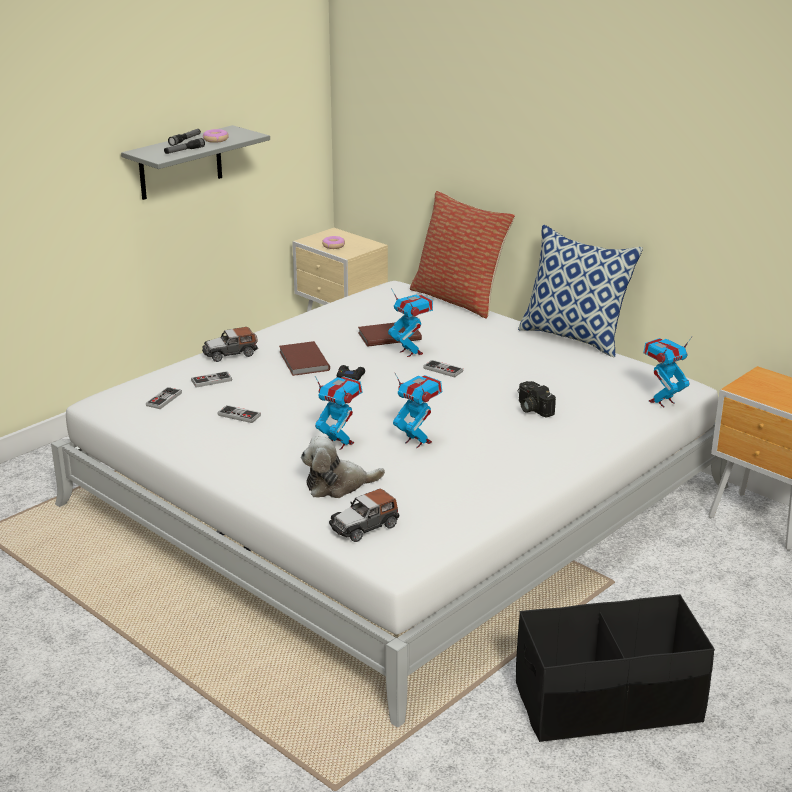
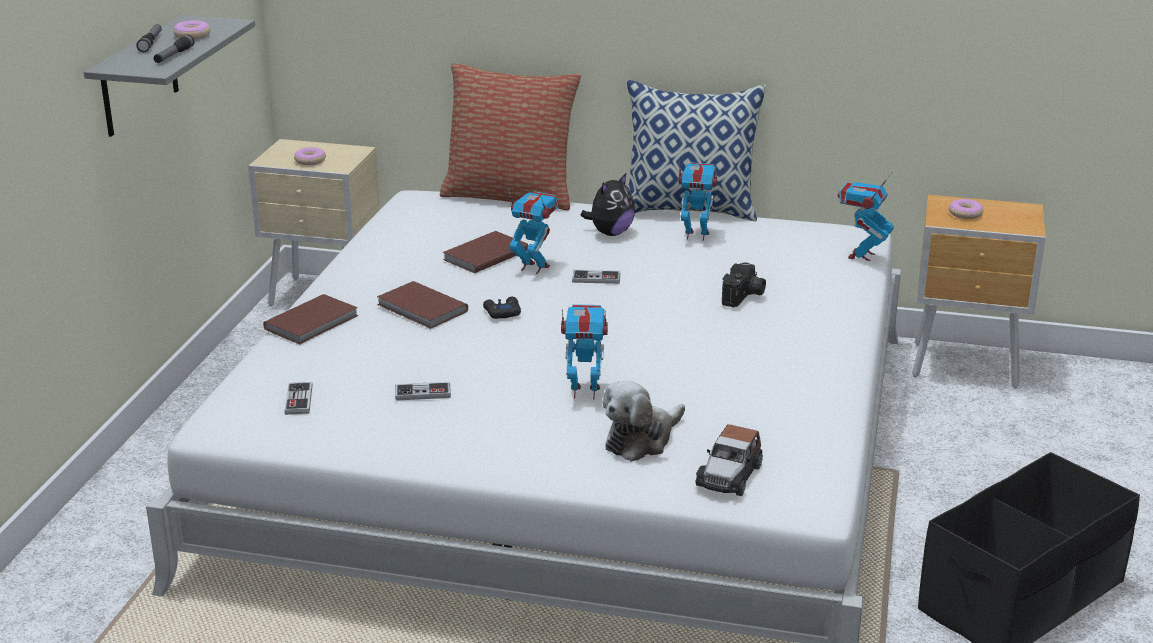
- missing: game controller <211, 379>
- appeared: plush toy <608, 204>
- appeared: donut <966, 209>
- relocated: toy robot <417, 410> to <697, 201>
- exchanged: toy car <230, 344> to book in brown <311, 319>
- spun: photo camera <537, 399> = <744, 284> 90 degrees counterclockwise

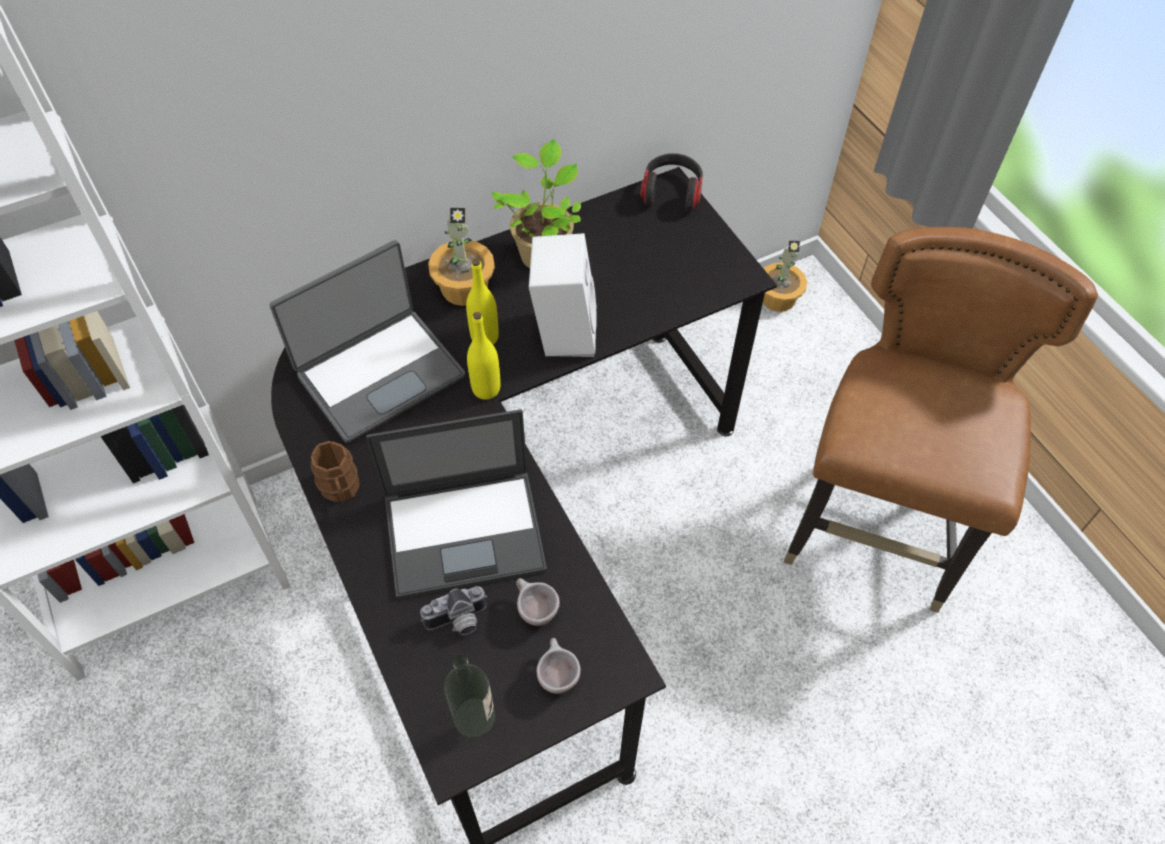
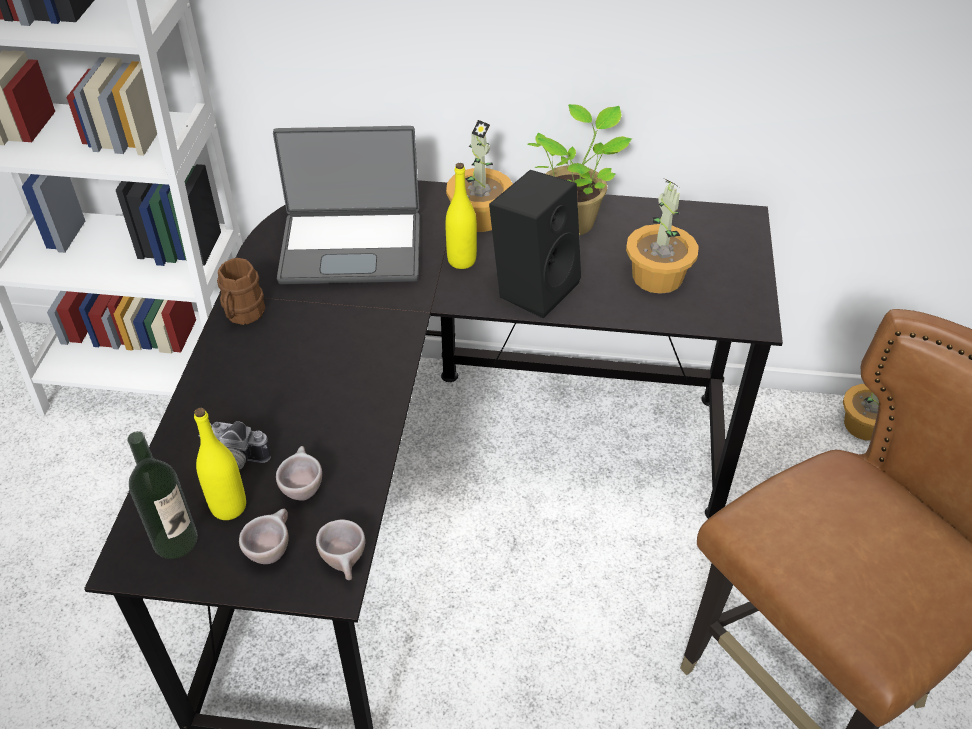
- missing: laptop <456, 504>
- missing: headphones <671, 182>
- appeared: cup in beige <340, 549>
- appeared: potted plant <662, 235>
- relocated: bottle in yellow <484, 356> to <220, 464>
- colour: speaker in white <563, 295> to speaker in black <535, 244>

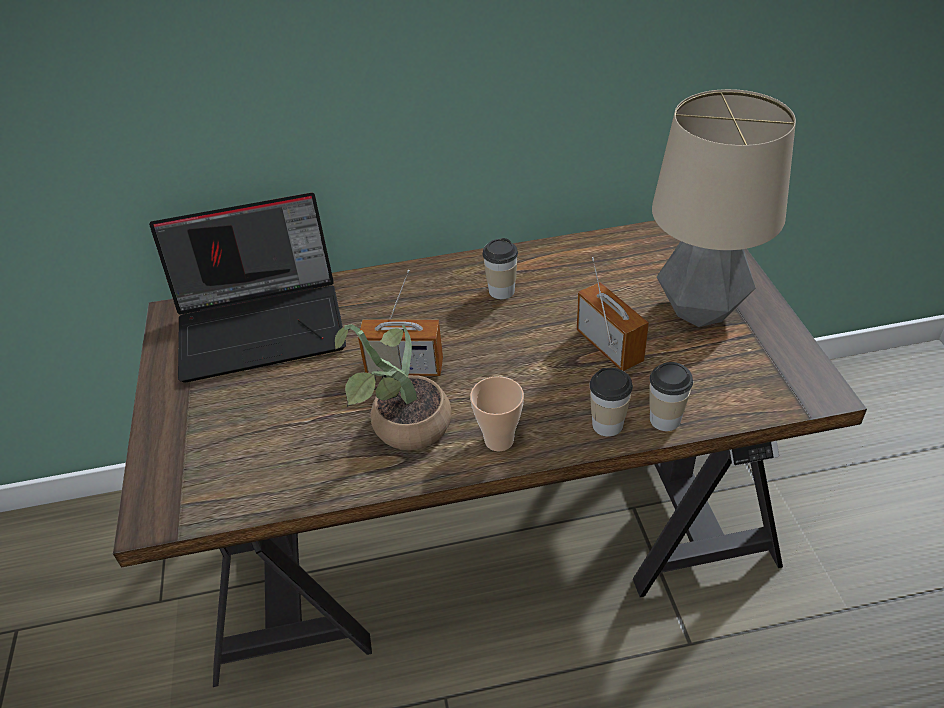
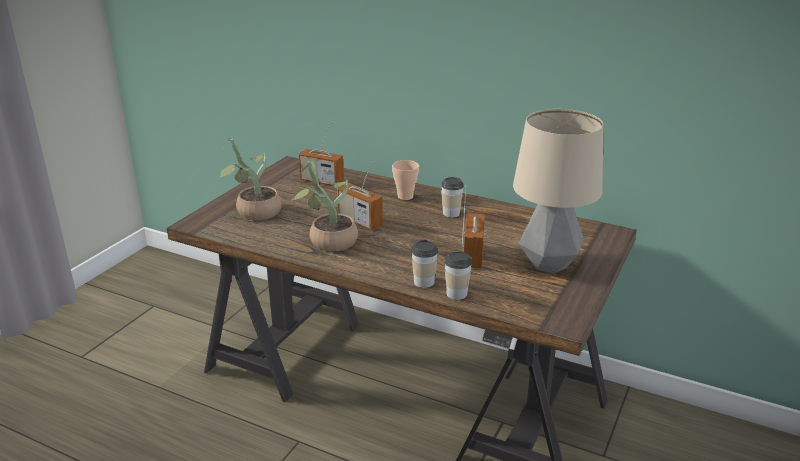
- appeared: potted plant <250, 179>
- relocated: cup <497, 413> to <405, 180>
- exchanged: laptop <247, 288> to radio <321, 154>

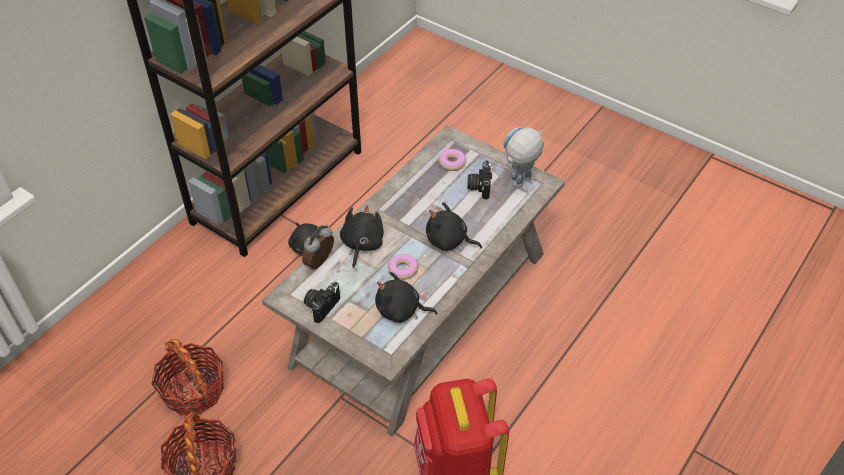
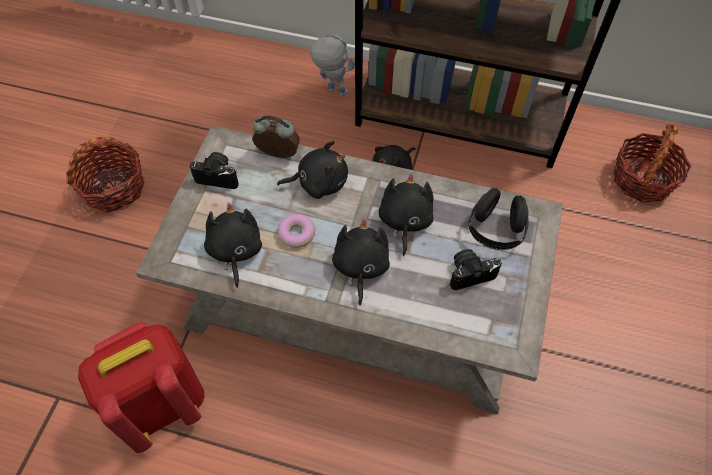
- appeared: plush toy in black <406, 215>
- relocated: basket <187, 377> to <652, 163>
- relocated: toy robot <523, 157> to <332, 65>
- exchanged: donut <452, 160> to headphones in black <498, 219>

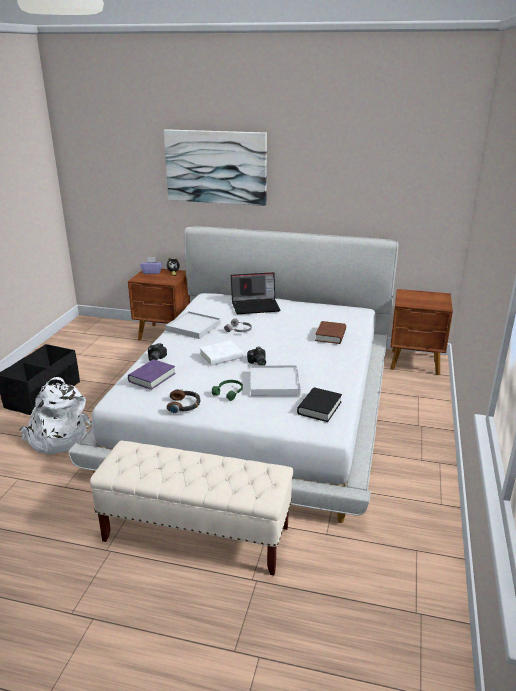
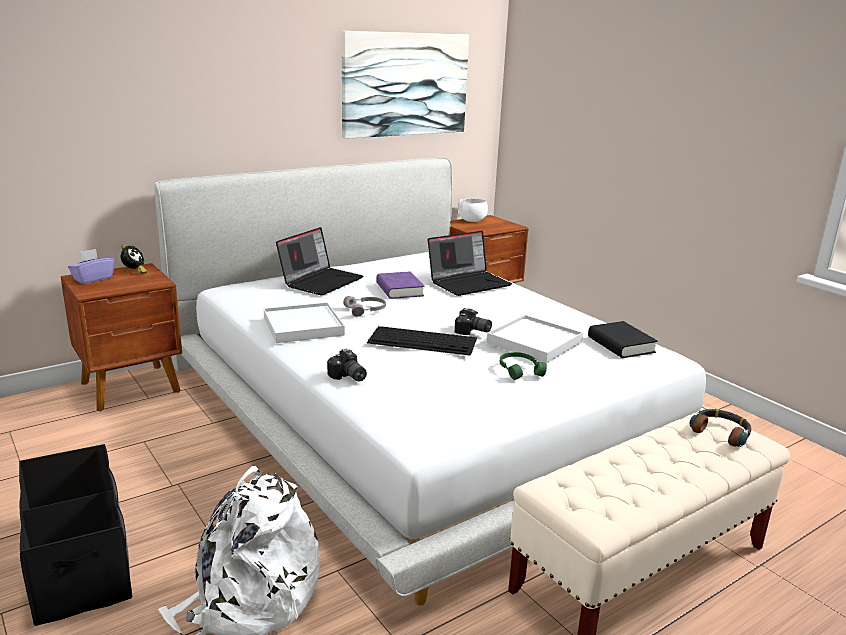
- appeared: bowl in white <473, 210>
- relocated: book in purple <152, 374> to <400, 285>
- relocated: picture <215, 167> to <405, 85>
- relocated: headphones <184, 401> to <720, 428>
- exchanged: book in white <221, 353> to keyboard <422, 341>
- exchanged: book in brown <330, 332> to laptop <470, 263>

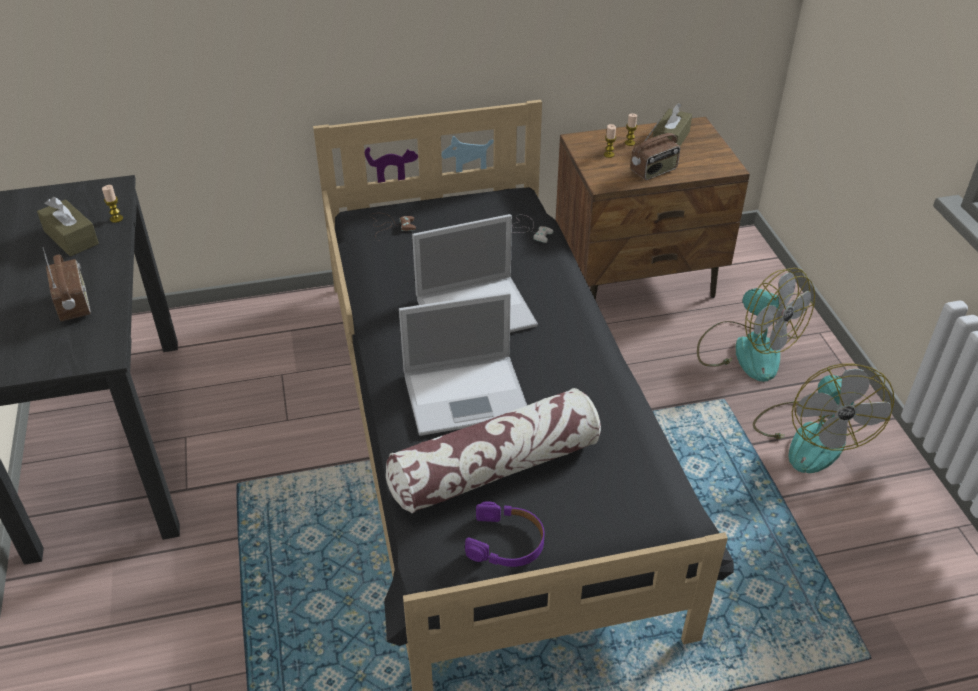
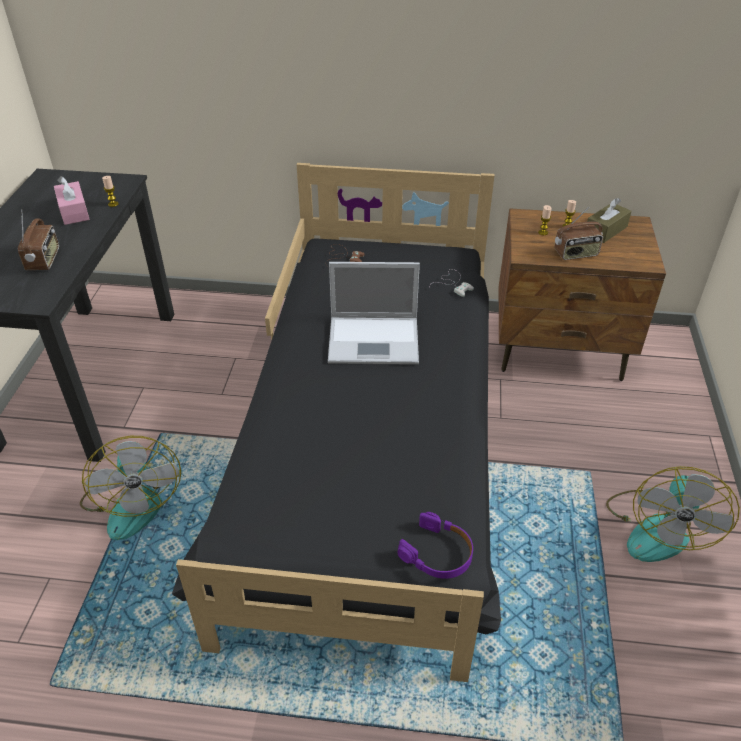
- missing: pillow <493, 450>
- missing: laptop <463, 364>
- relocated: headphones in purple <504, 534> to <435, 545>
- relocated: fan <756, 325> to <130, 488>
- colour: tissue box in brown <68, 226> to tissue box in pink <72, 200>

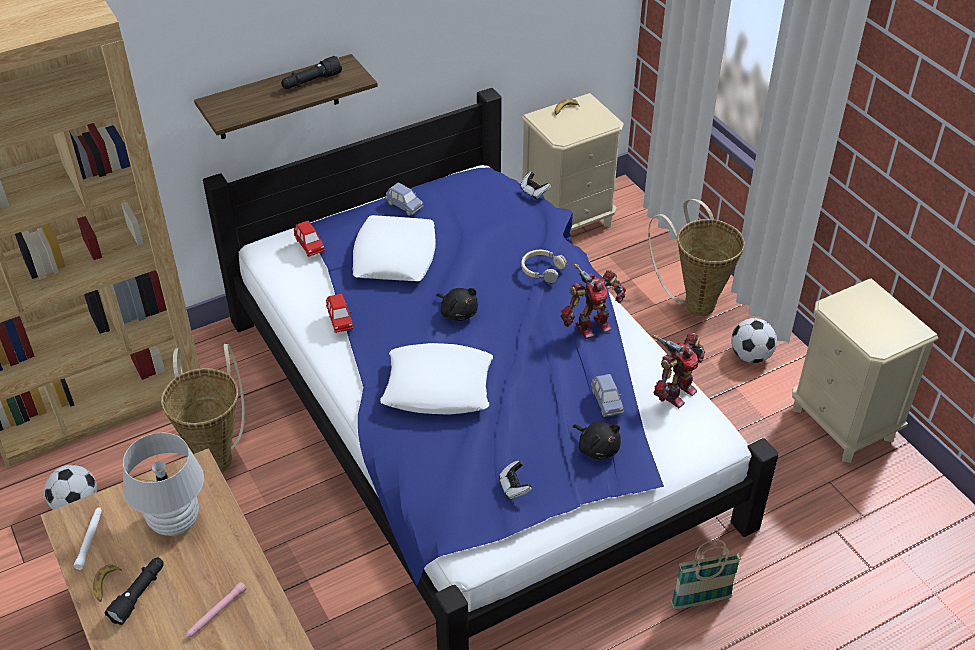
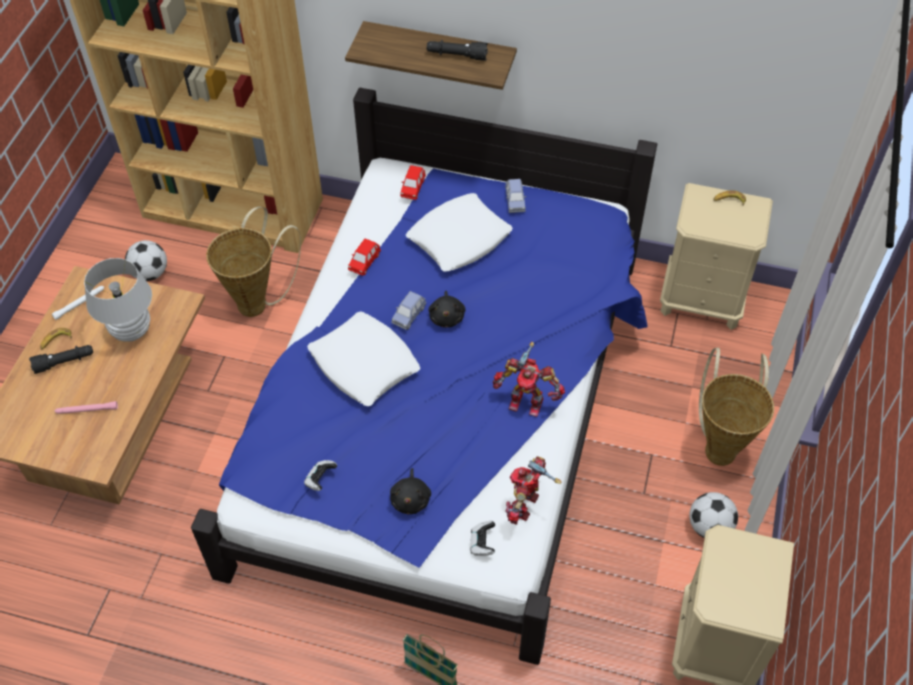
- missing: headphones in beige <544, 266>
- relocated: game controller <535, 186> to <482, 538>
- relocated: toy car in blue <607, 395> to <408, 310>
- spun: toy robot <679, 370> = <533, 490> 120 degrees clockwise

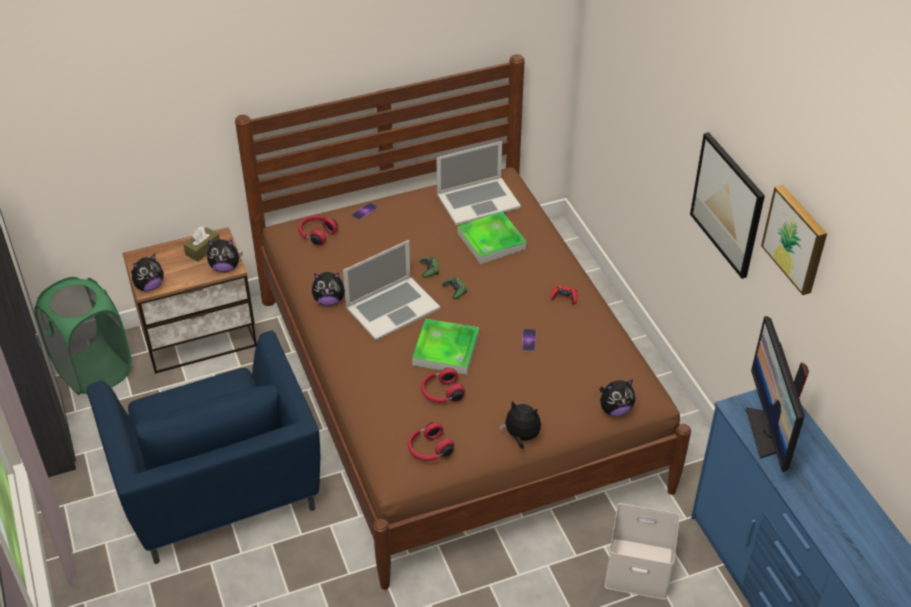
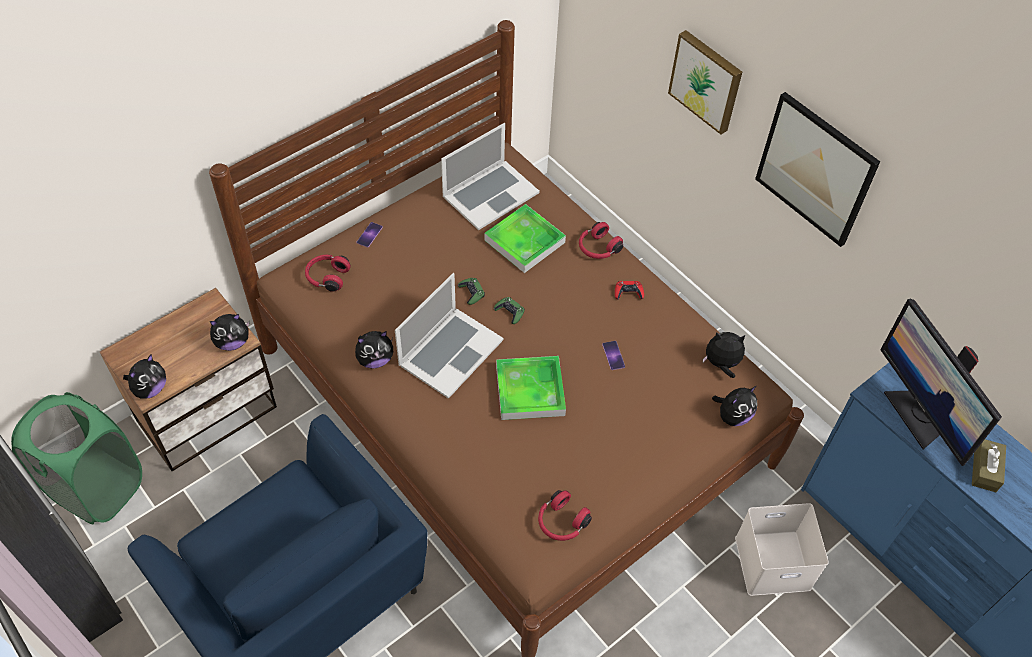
- relocated: tissue box in brown <201, 244> to <989, 465>
- relocated: headphones in red <443, 385> to <601, 240>
- relocated: plush toy <520, 425> to <724, 355>
- relocated: picture <794, 240> to <705, 82>

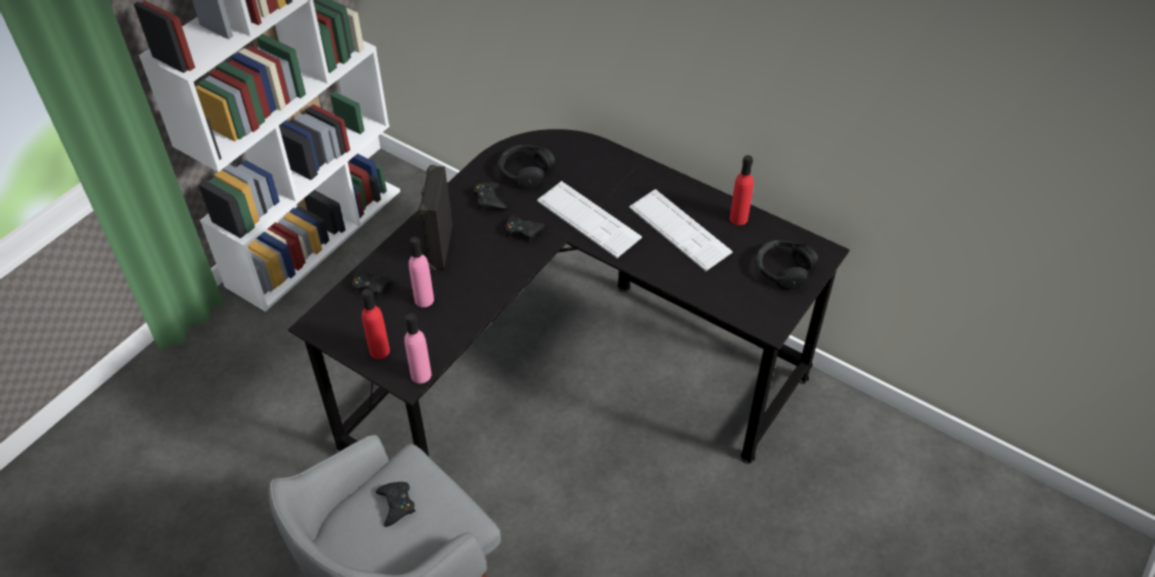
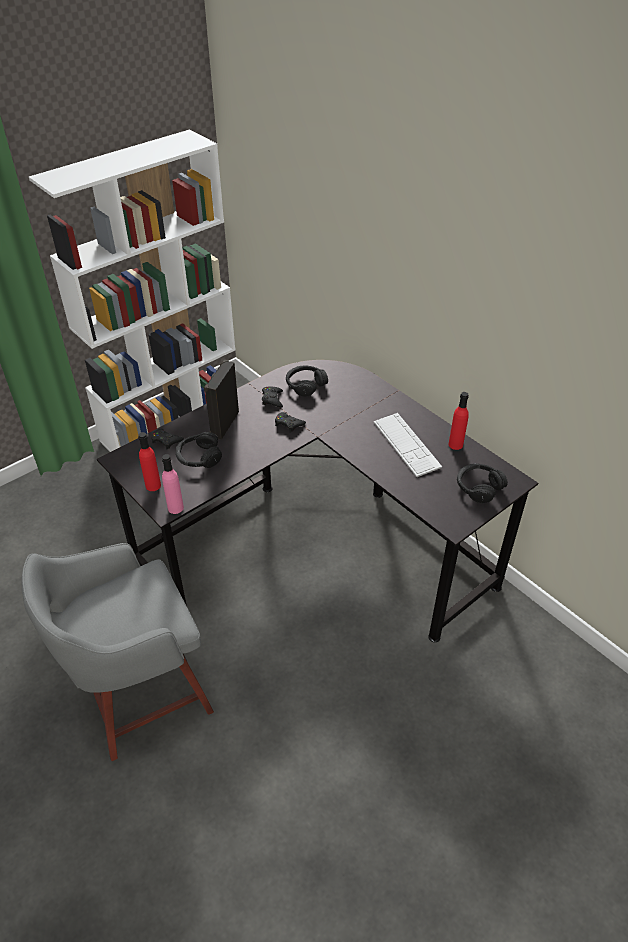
- missing: game controller in black <395, 504>
- missing: keyboard <589, 219>
- exchanged: bottle in pink <421, 272> to headphones in black <199, 450>

